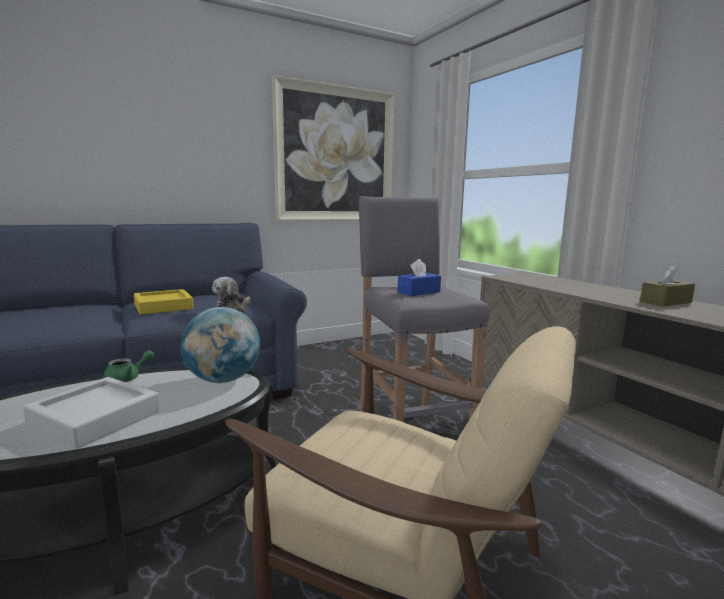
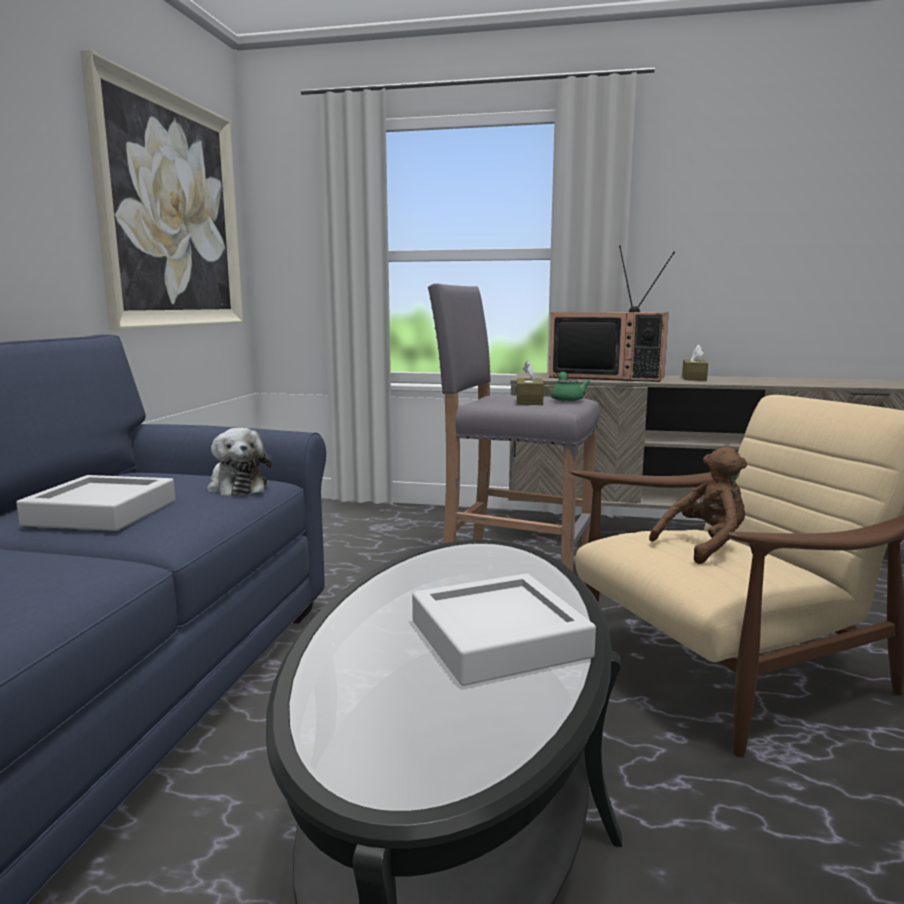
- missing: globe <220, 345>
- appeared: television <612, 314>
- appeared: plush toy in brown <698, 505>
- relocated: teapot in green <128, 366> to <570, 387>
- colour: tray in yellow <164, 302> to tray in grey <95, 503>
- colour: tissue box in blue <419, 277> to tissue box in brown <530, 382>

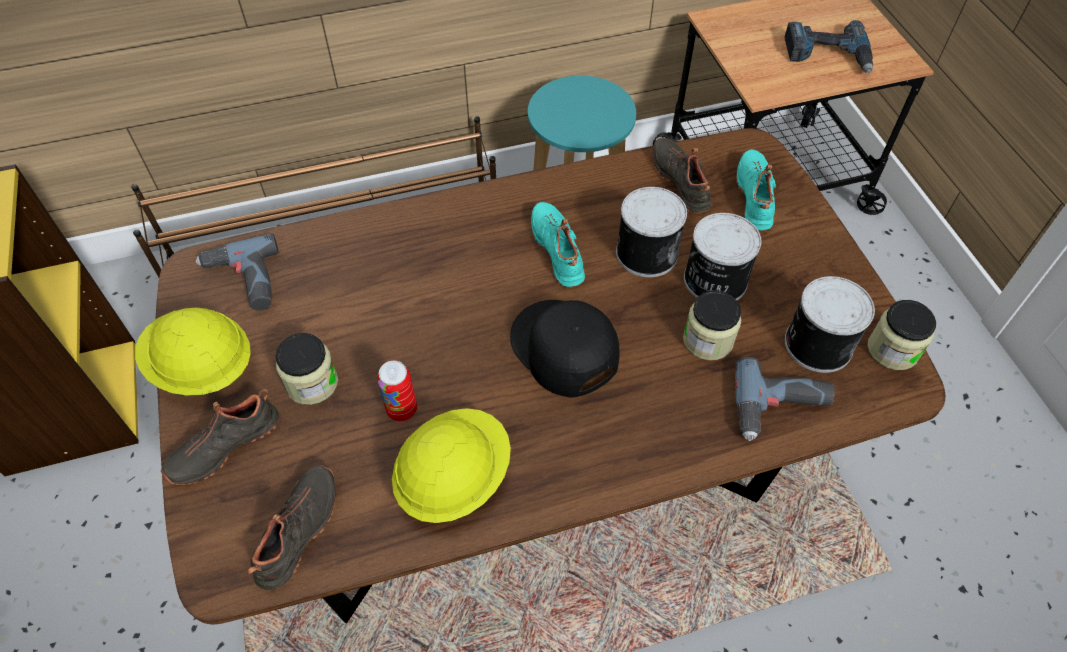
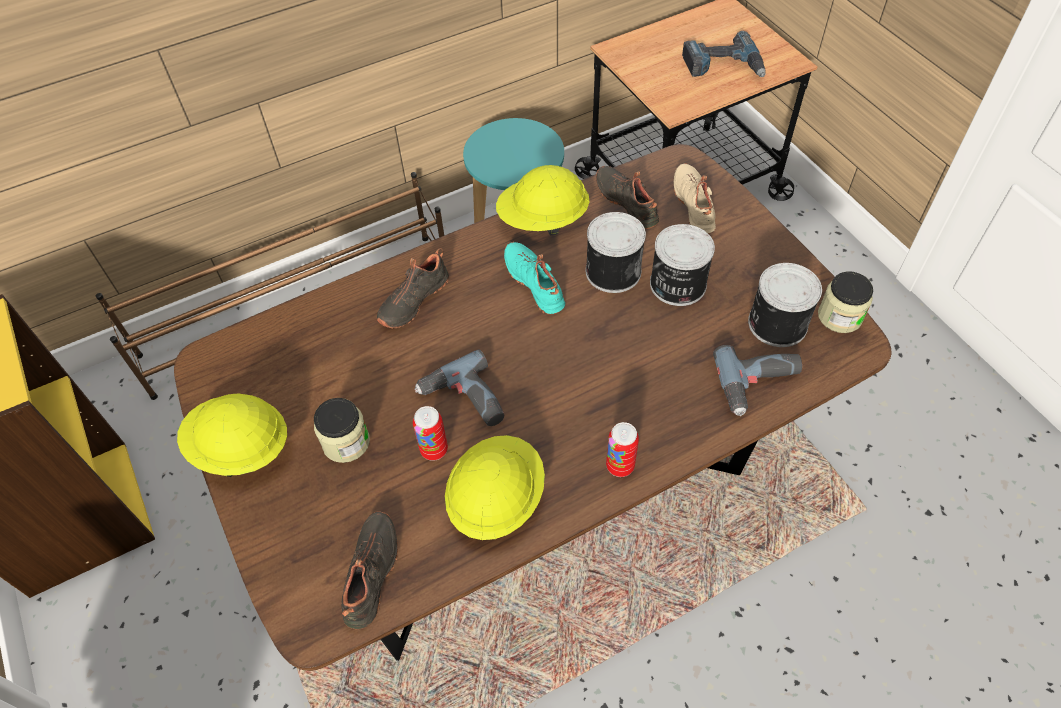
- missing: cap in black <565, 348>
- missing: jar <712, 325>
- appeared: hard hat in yellow <542, 200>
- appeared: can <622, 449>
- relocated: shoe in black <220, 437> to <413, 288>
- relocated: power drill <237, 272> to <459, 387>
- colour: shoe in turquoise <756, 190> to shoe in beige <695, 199>

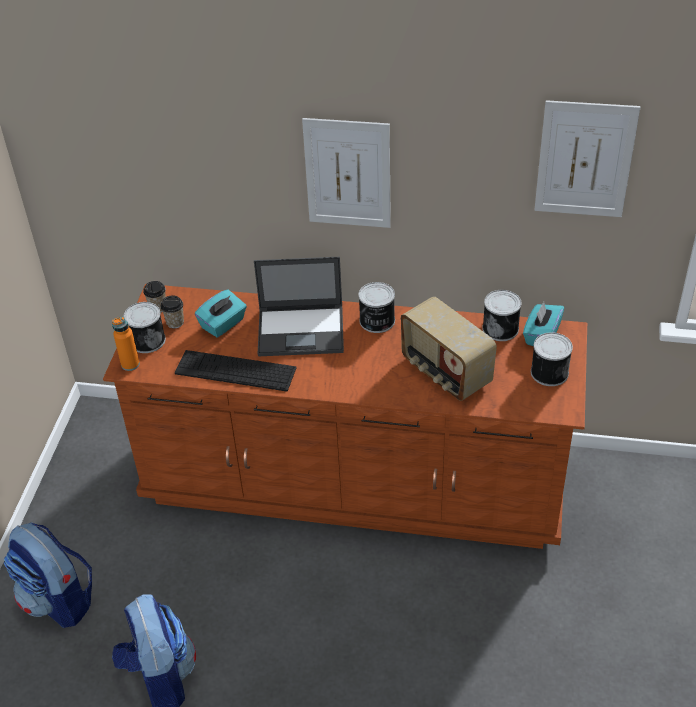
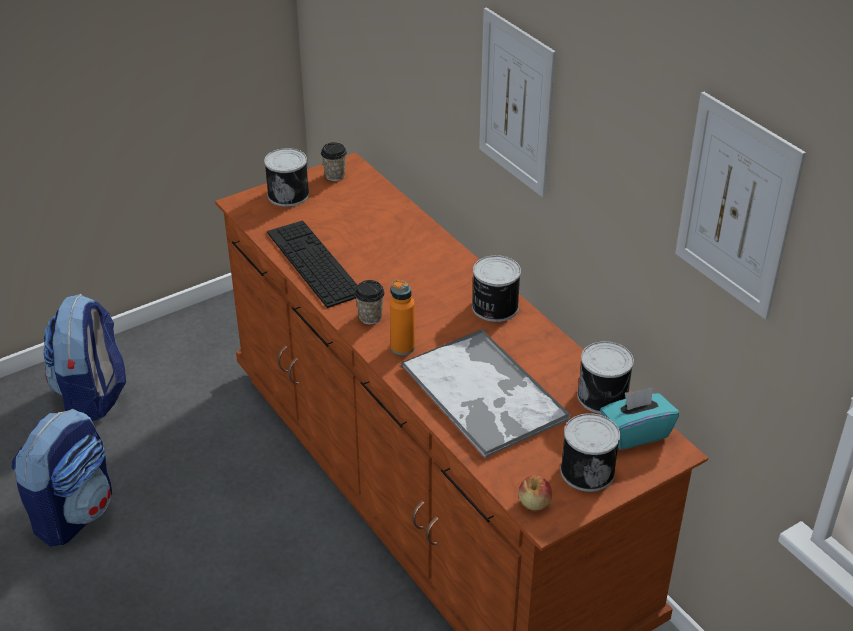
- missing: tissue box in turquoise <221, 313>
- missing: laptop <299, 306>
- appeared: apple <535, 492>
- relocated: bottle in orange <126, 344> to <402, 317>
- relocated: cup <172, 311> to <369, 302>
- exchanged: radio <449, 348> to tray <486, 393>

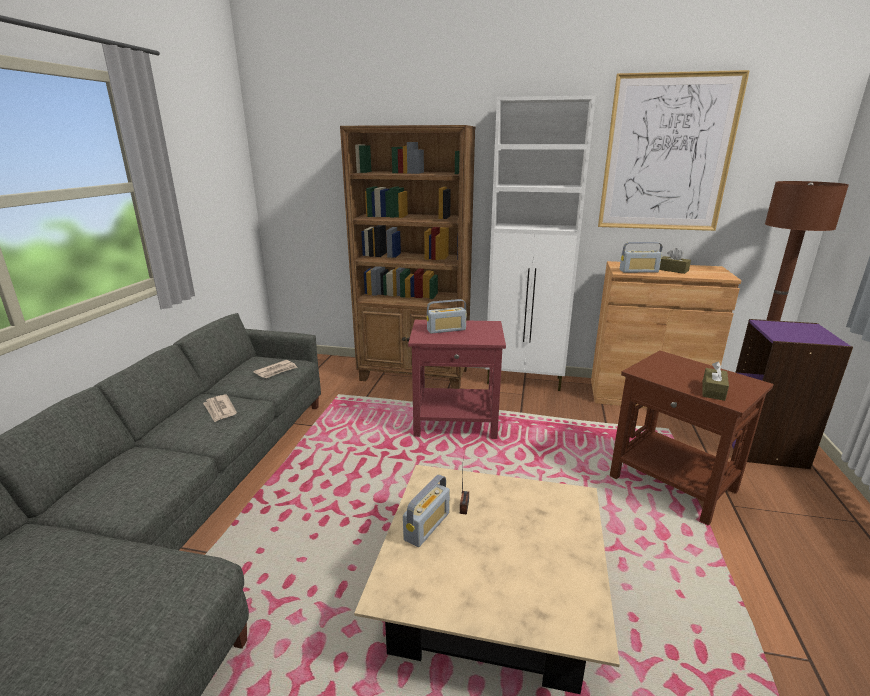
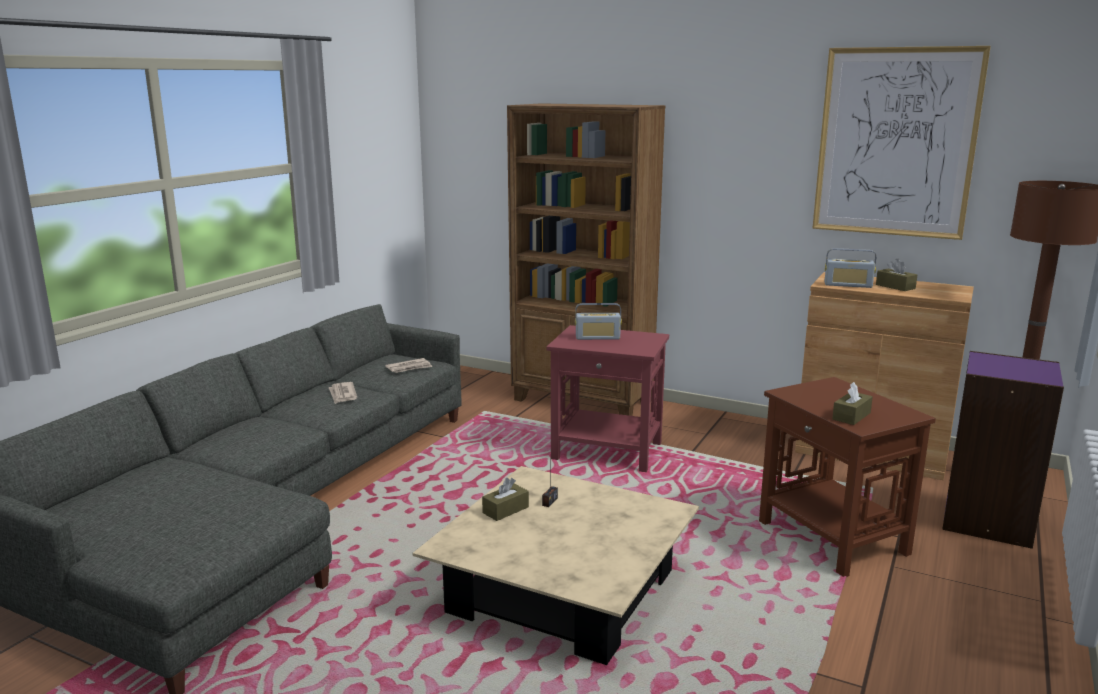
- missing: cabinet in white <540, 243>
- exchanged: radio <426, 511> to tissue box in brown <505, 499>

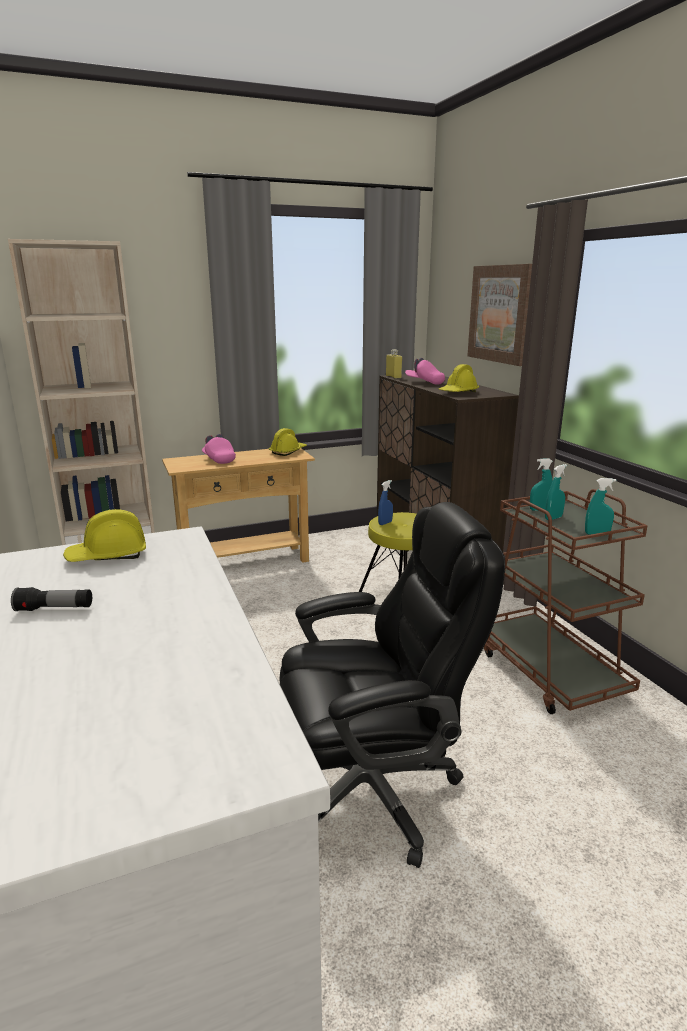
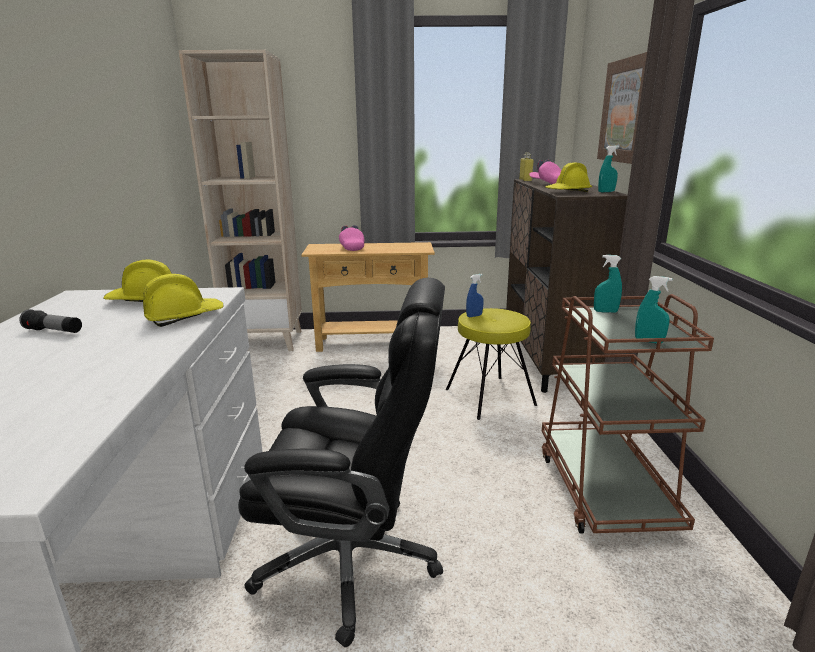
- relocated: hard hat in yellow <288, 442> to <183, 300>
- relocated: spray bottle in turquoise <556, 492> to <608, 169>

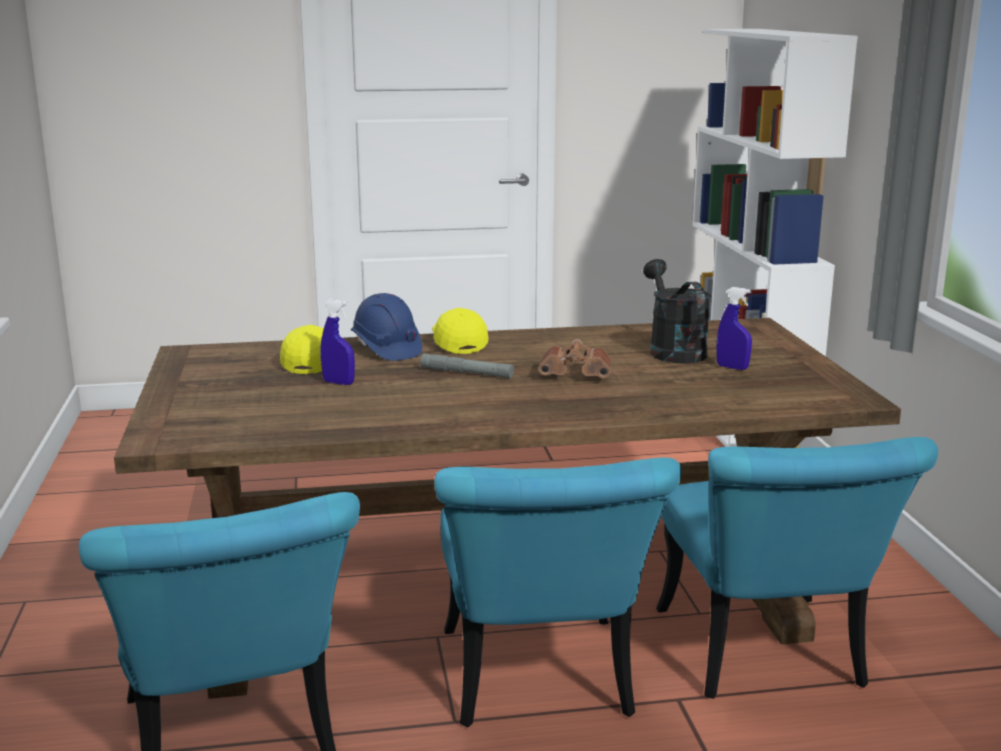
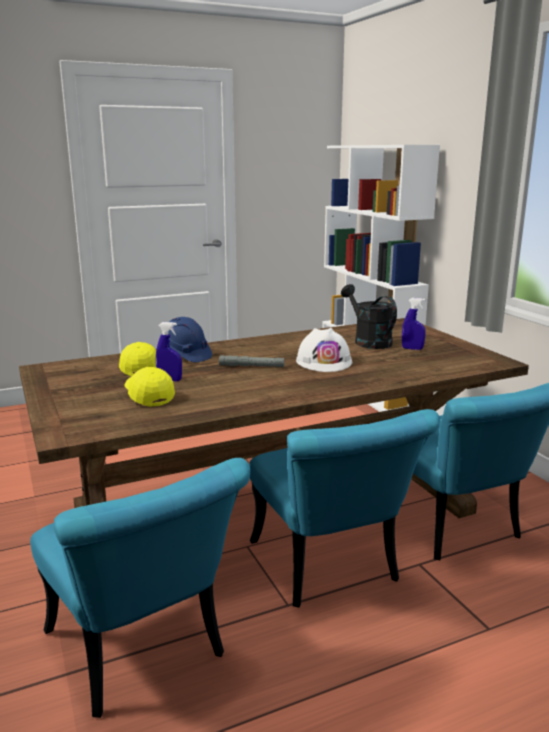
- relocated: cap in yellow <460, 331> to <149, 387>
- exchanged: binoculars in brown <574, 358> to hard hat in white <324, 350>

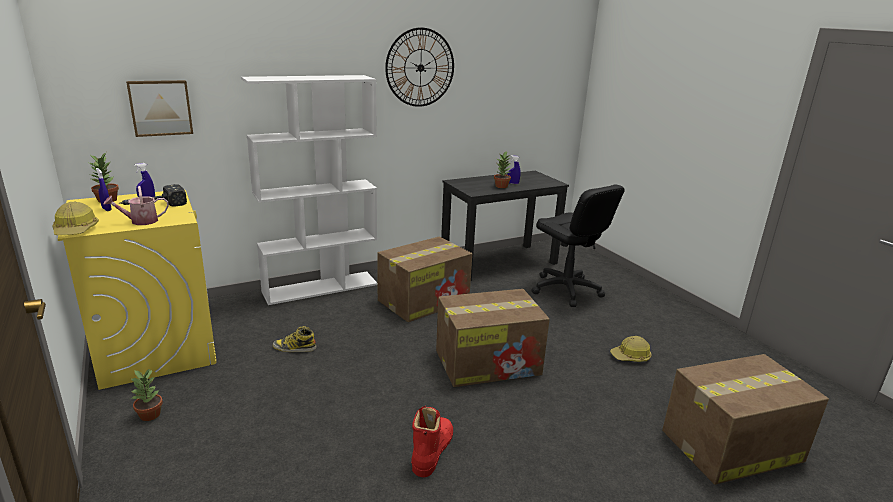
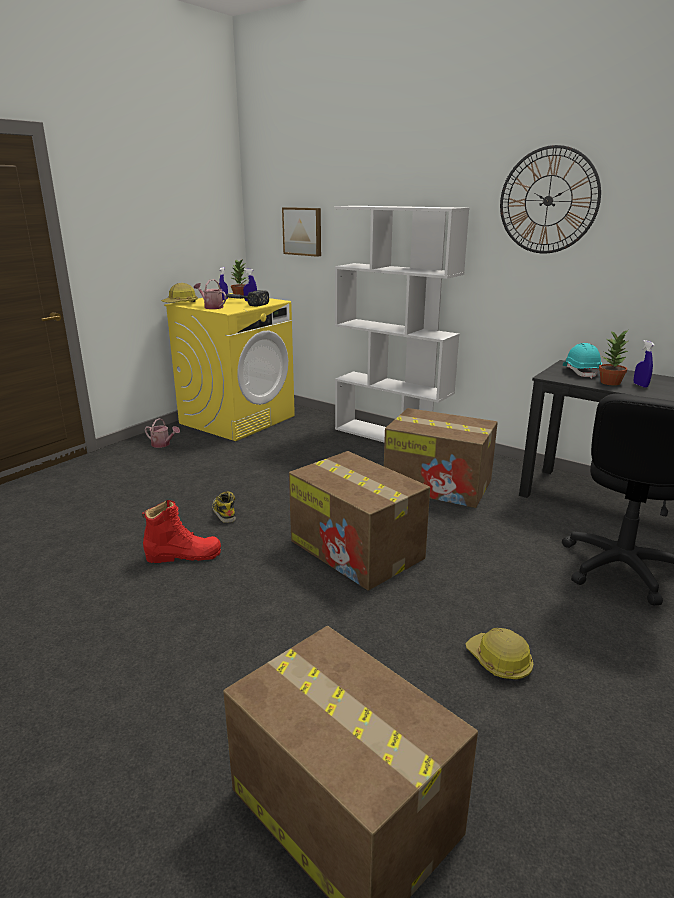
- appeared: hard hat in turquoise <582, 361>
- relocated: boot <295, 339> to <224, 507>
- exchanged: potted plant <146, 395> to watering can <162, 433>

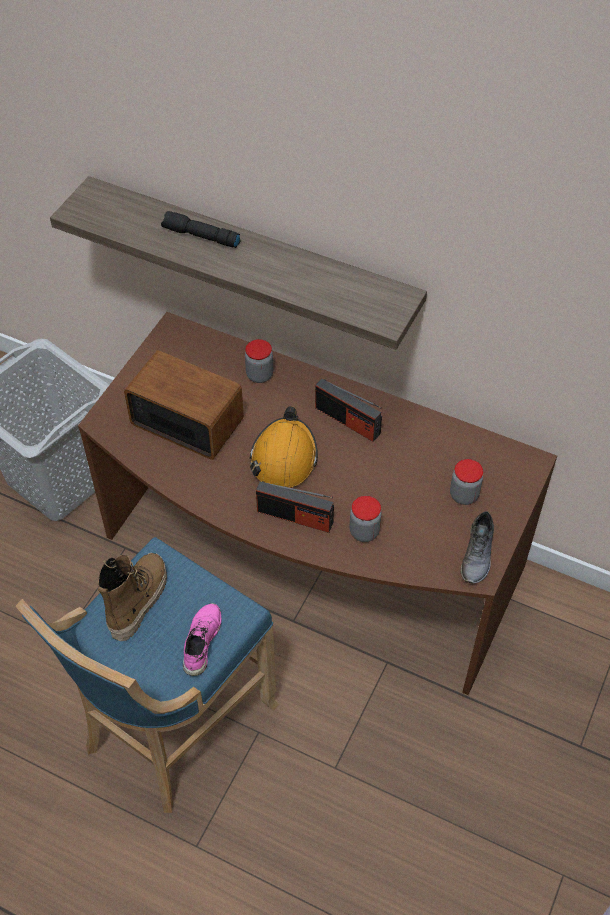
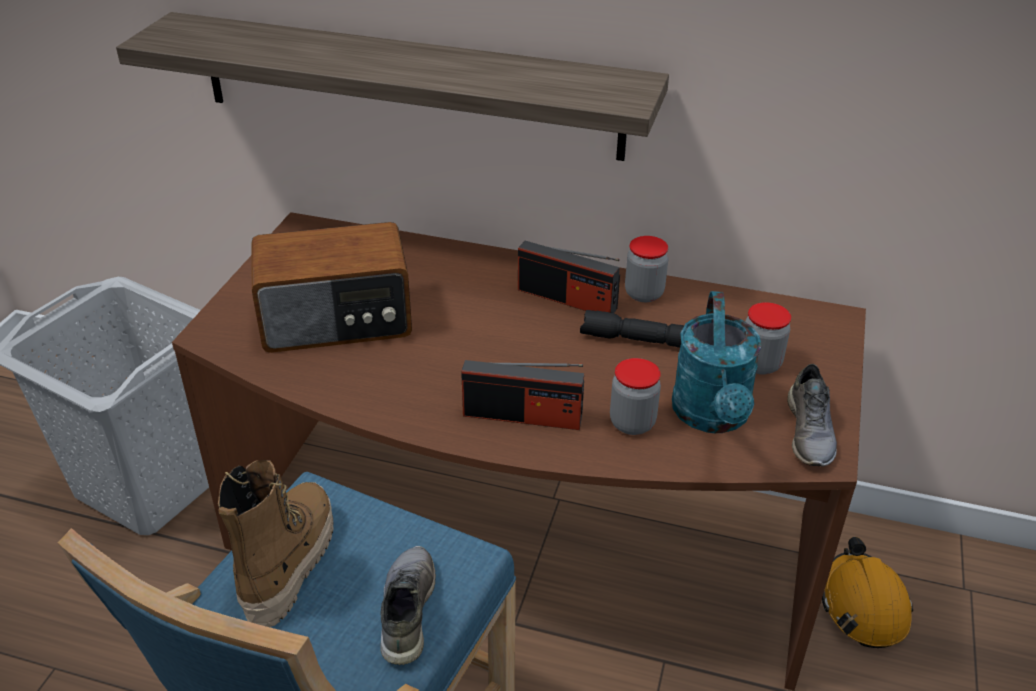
- appeared: watering can in turquoise <717, 362>
- relocated: flashlight in black <200, 229> to <632, 329>
- relocated: jar <259, 361> to <647, 269>
- relocated: hard hat in orange <284, 447> to <867, 592>
- colour: shoe in pink <202, 639> to shoe in grey <408, 605>
- spun: radio <184, 405> = <332, 287> 150 degrees clockwise

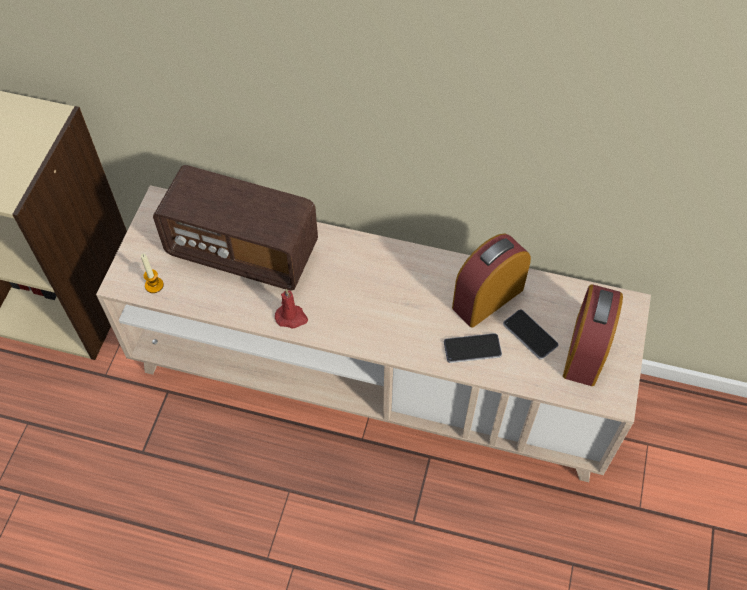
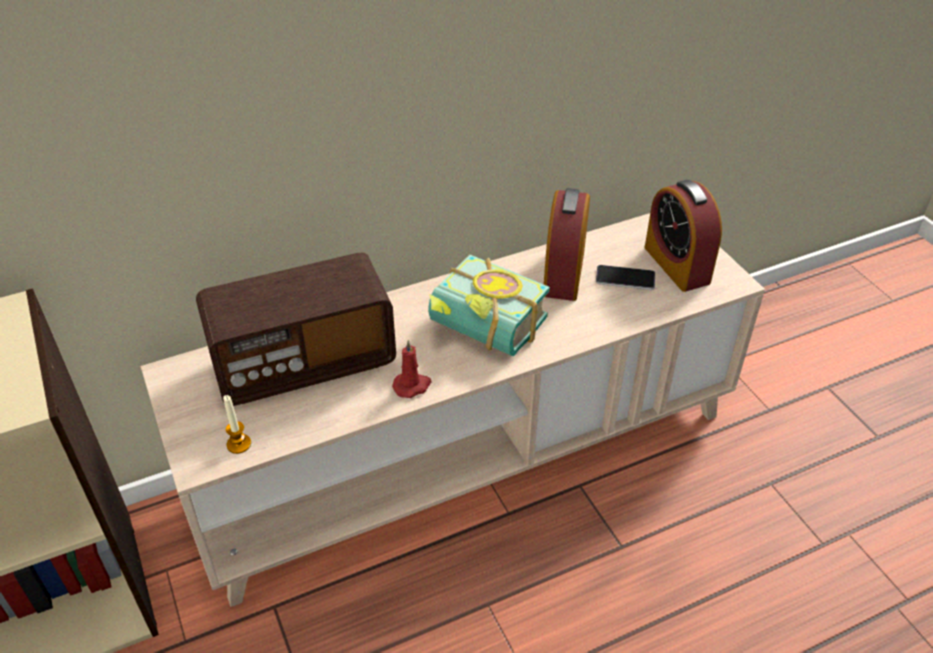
- missing: phone <473, 348>
- appeared: book <489, 305>

